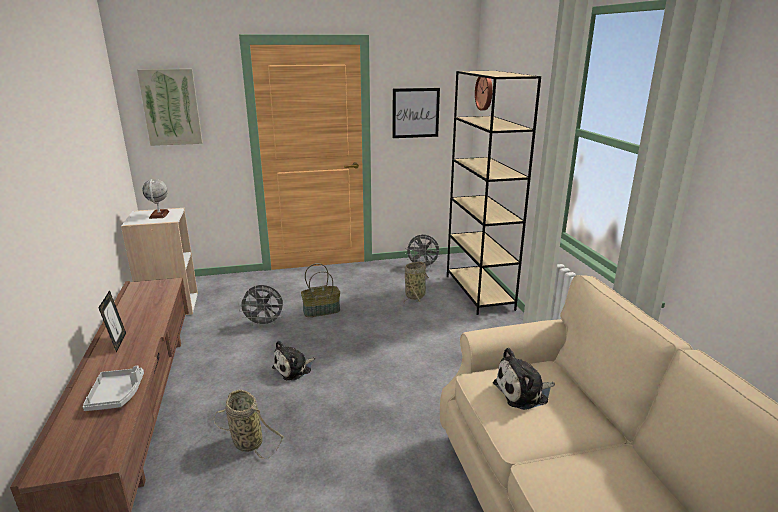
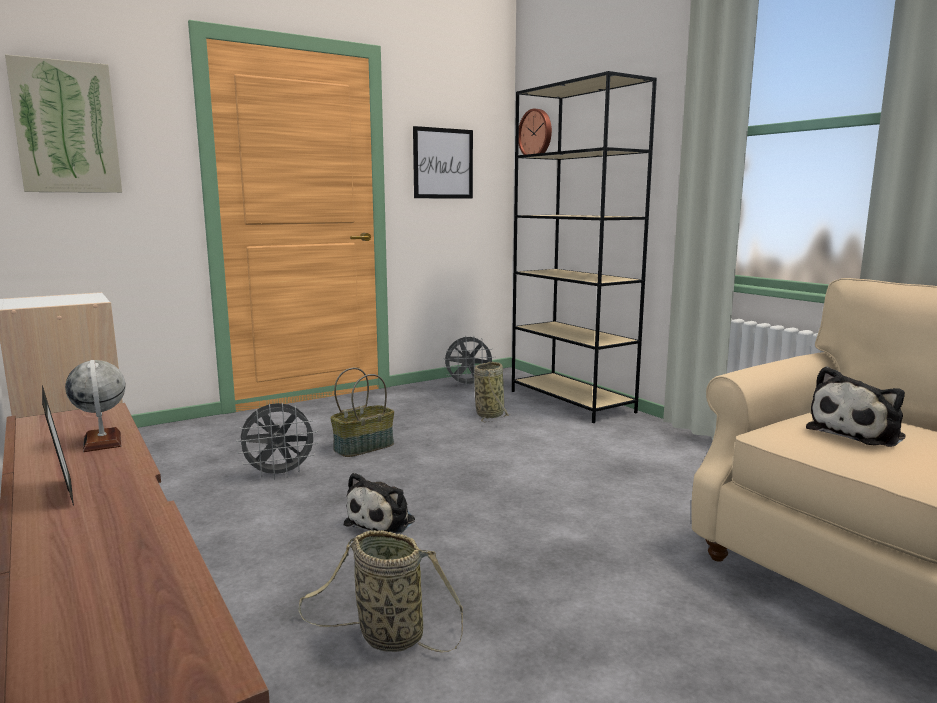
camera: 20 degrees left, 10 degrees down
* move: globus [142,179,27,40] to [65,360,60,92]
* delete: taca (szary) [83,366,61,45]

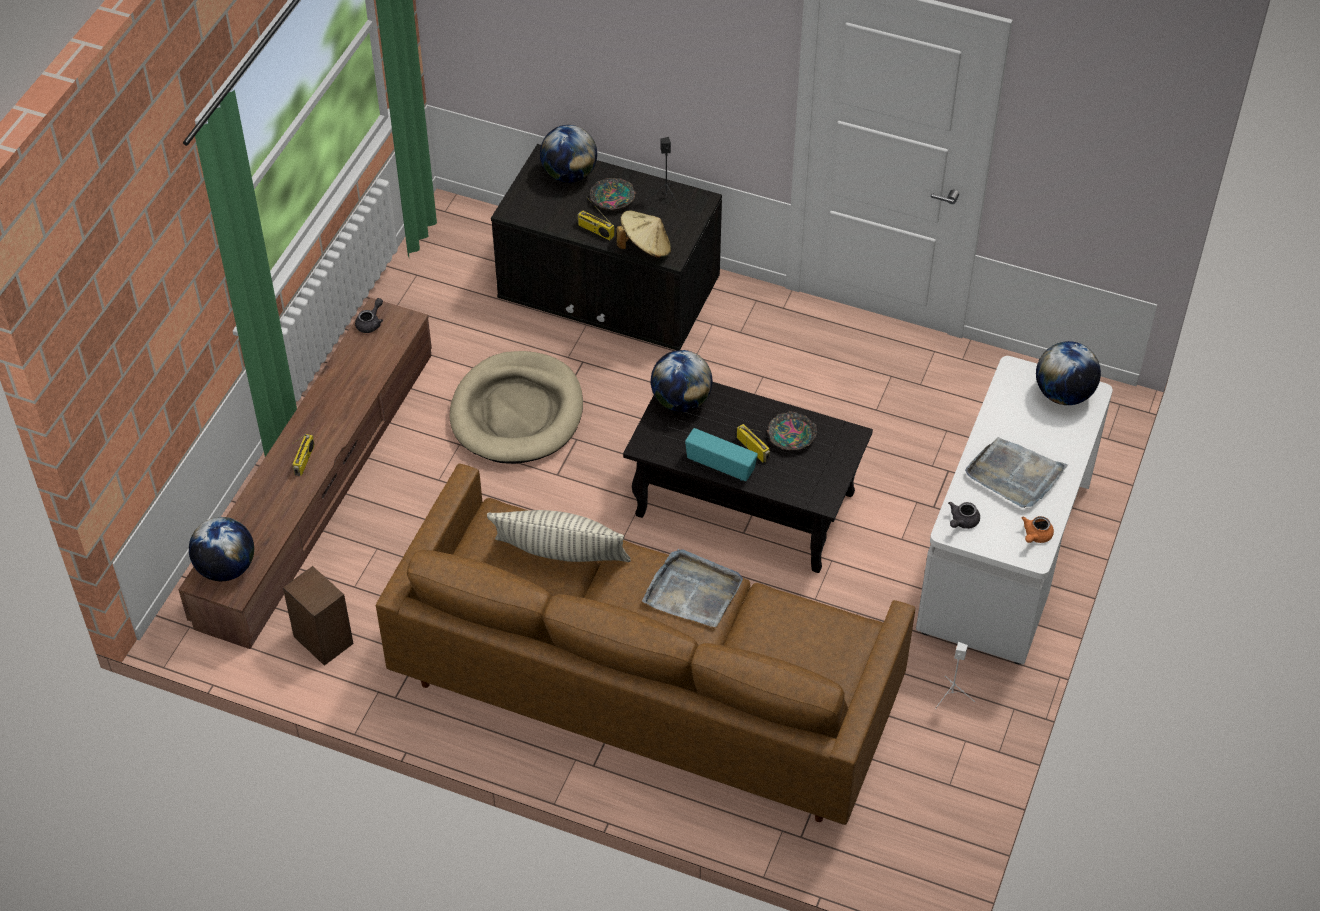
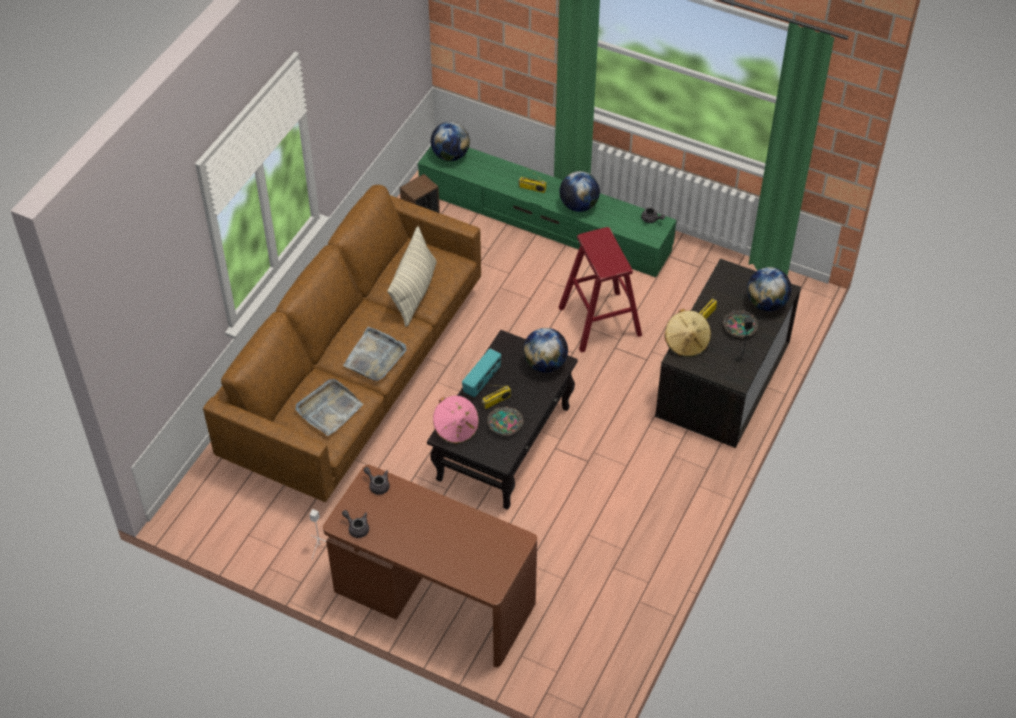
camera: 95 degrees right, 0 degrees up
* recolor: szafka pod telewizor (brązowy) [179,298,253,351] to szafka pod telewizor (zielony) [418,147,258,130]
* move: globus [1036,341,65,64] to [560,171,40,41]
* replace: legowisko (beżowy) [449,351,134,113] to stołek (czerwony) [559,227,83,125]
* recolor: biurko (biały) [916,356,197,309] to biurko (brązowy) [323,465,214,202]
* move: taca (szary) [965,437,103,71] to [296,379,67,57]
* recolor: imbryk (pomarańczowy) [1022,516,32,27] to imbryk (szary) [342,510,27,28]
* insert: kapelusz (różowy) [433,395,46,49]

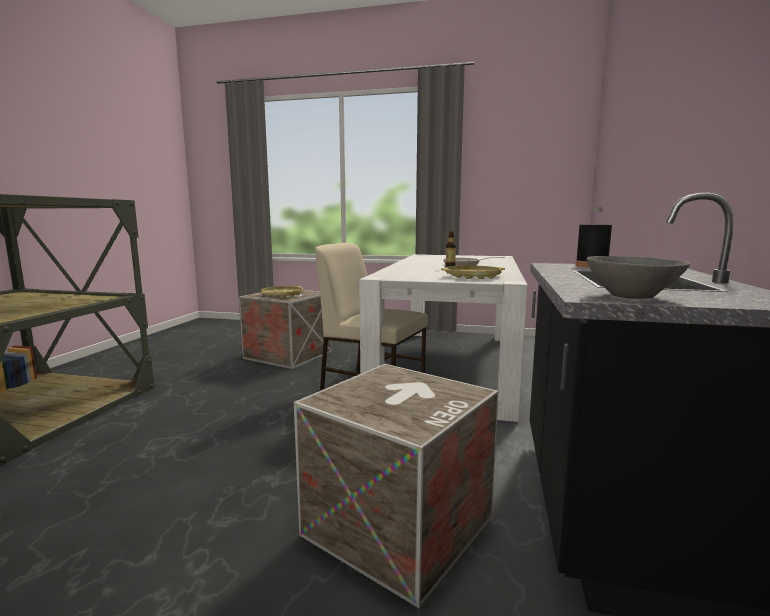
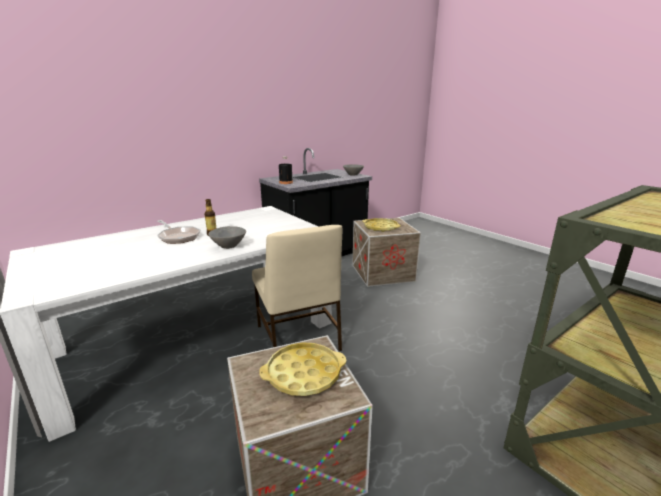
camera: 140 degrees left, 10 degrees up
* move: taca (żółty) [441,265,64,14] to [363,218,38,14]
* insert: miska (szary) [208,226,38,23]

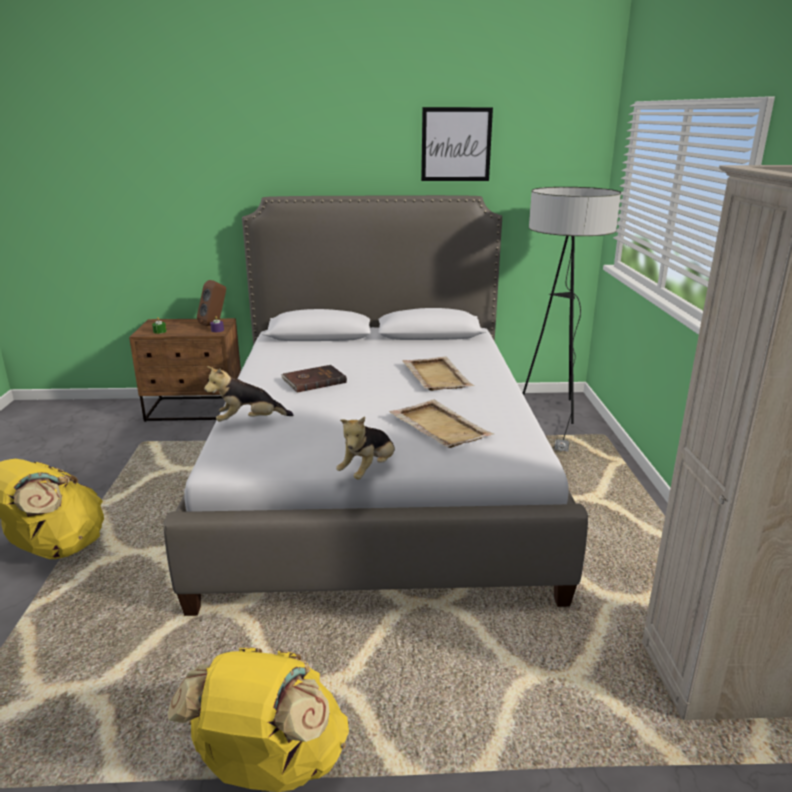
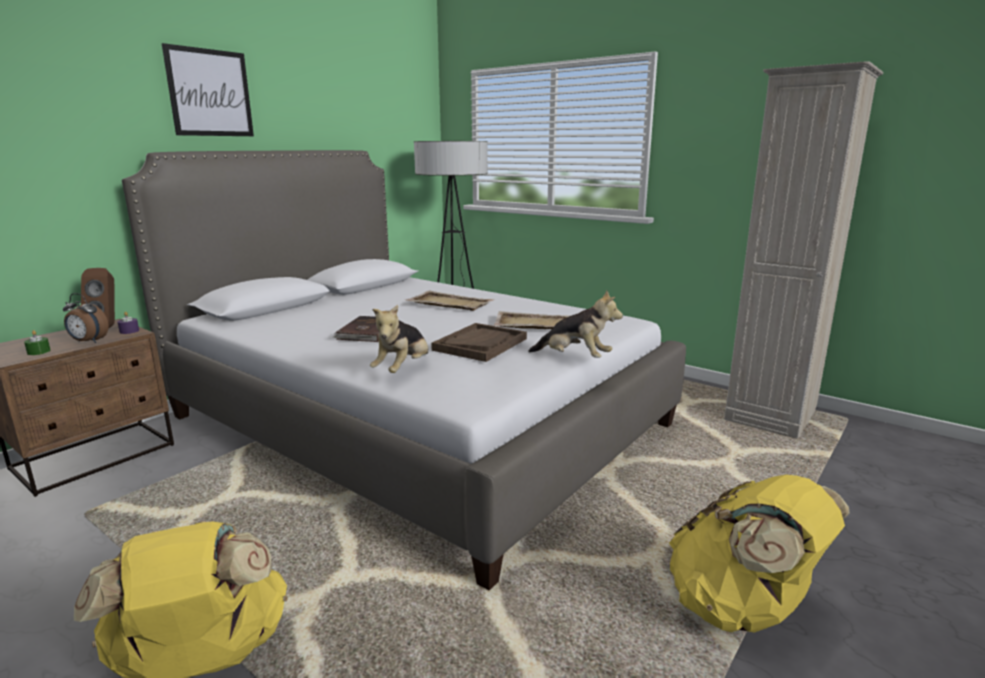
camera: 50 degrees left, 5 degrees down
* move: obraz [421,107,72,74] to [162,43,92,93]
* rotate: pluszak [336,416,59,63] = [528,290,95,68] 45 degrees counterclockwise
* insert: budzik [63,293,46,50]
* insert: taca (brązowy) [431,323,96,39]

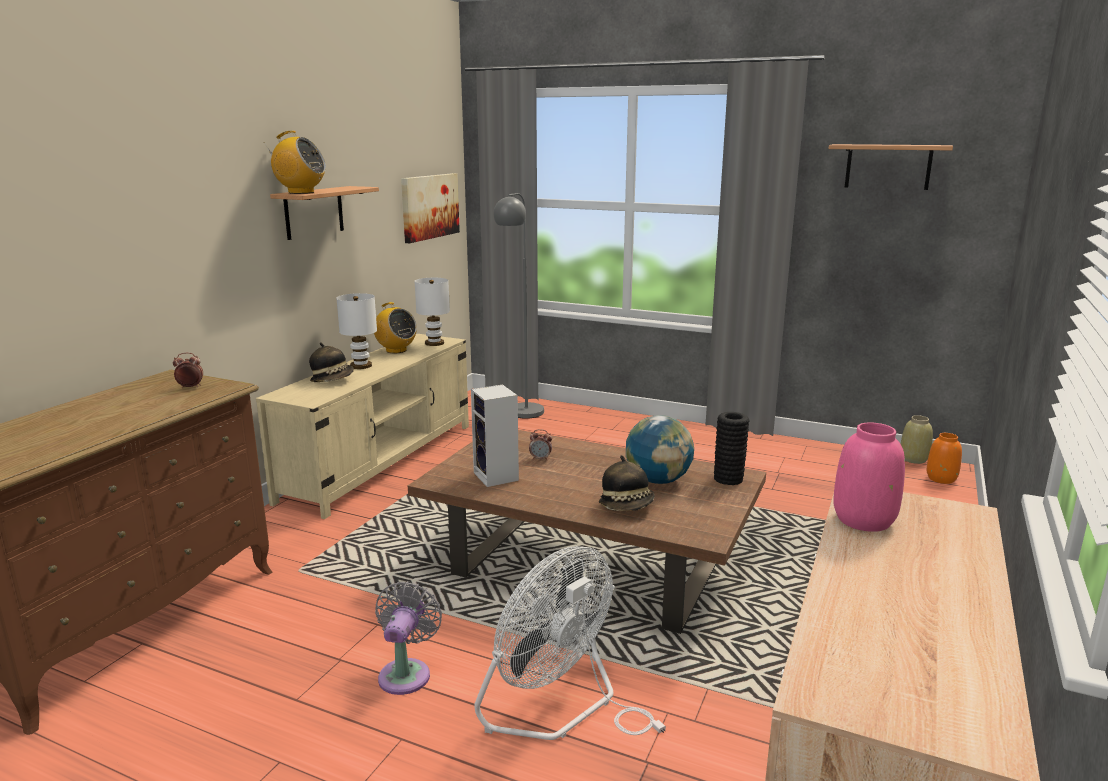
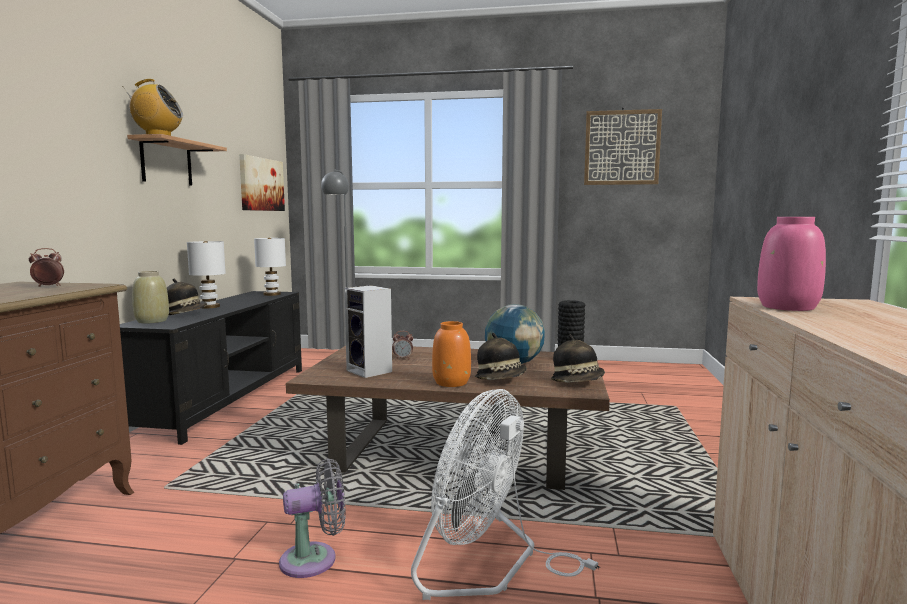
camera: 15 degrees left, 10 degrees down
* replace: półka [829,144,124,46] to obraz [584,108,78,77]
* delete: radio [374,302,43,51]
* recolor: szafka pod telewizor (beżowy) [256,334,213,185] to szafka pod telewizor (czarny) [120,291,182,154]
* move: wazon (beżowy) [901,415,32,49] to [132,271,37,52]
* move: wazon (pomarańczowy) [927,433,35,51] to [432,321,39,66]
* rotate: wentylator (szary) [375,581,67,114] = [279,458,67,120] 75 degrees clockwise
* insert: kapelusz [551,335,54,47]

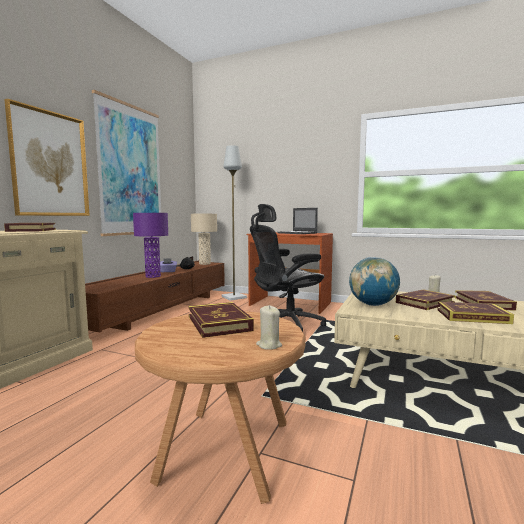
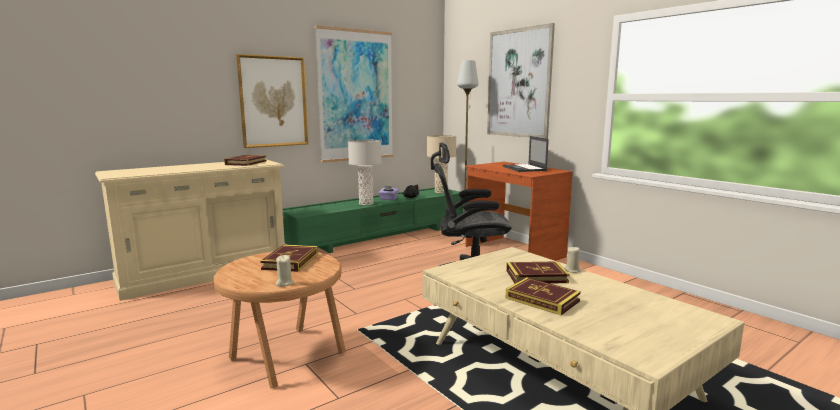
camera: 30 degrees right, 5 degrees up
* recolor: lampa stołowa (fioletowy) [133,213,35,65] to lampa stołowa (biały) [348,139,34,66]
* delete: globus [349,257,51,49]
* recolor: szafka pod telewizor (brązowy) [85,261,140,71] to szafka pod telewizor (zielony) [282,187,182,66]
* delete: książka [455,290,62,20]
* insert: obraz [487,23,68,116]

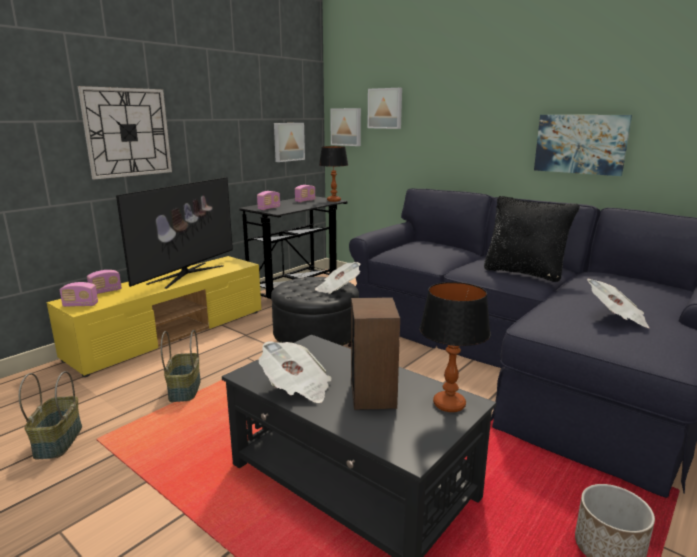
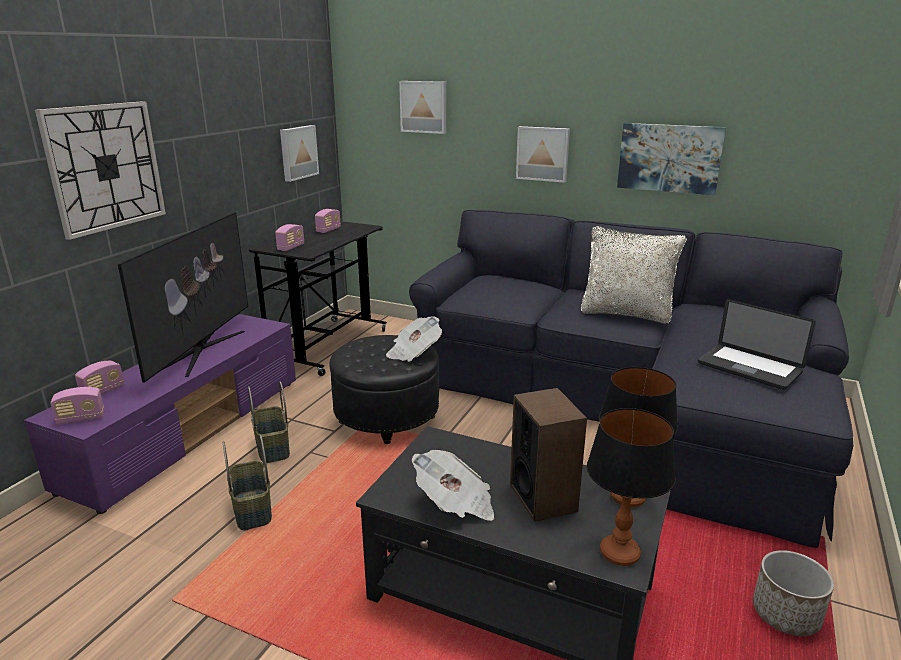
camera: 15 degrees left, 5 degrees up
* move: obraz [330,108,31,38] to [516,126,54,57]
* move: lampa stołowa [319,146,29,56] to [586,408,90,158]
* recolor: poduszka (czarny) [484,196,96,86] to poduszka (beżowy) [581,226,106,98]
* recolor: szafka pod telewizor (żółty) [47,256,214,121] to szafka pod telewizor (fioletowy) [24,314,272,200]
* replace: gazeta [587,279,62,49] to laptop [698,299,118,91]
* move: koszyk [19,371,63,88] to [248,381,42,82]

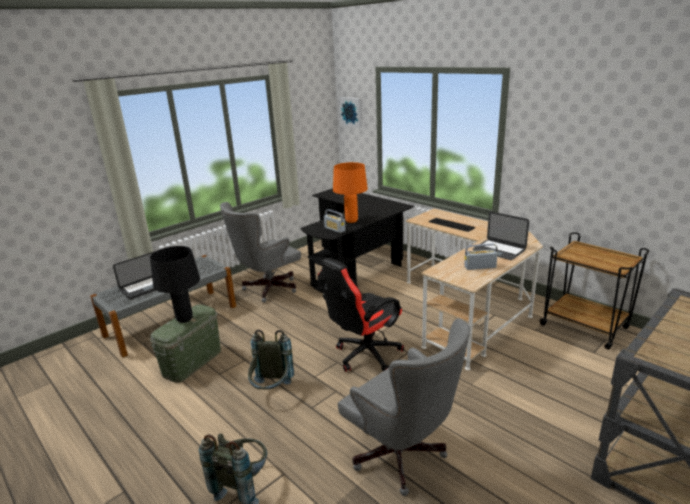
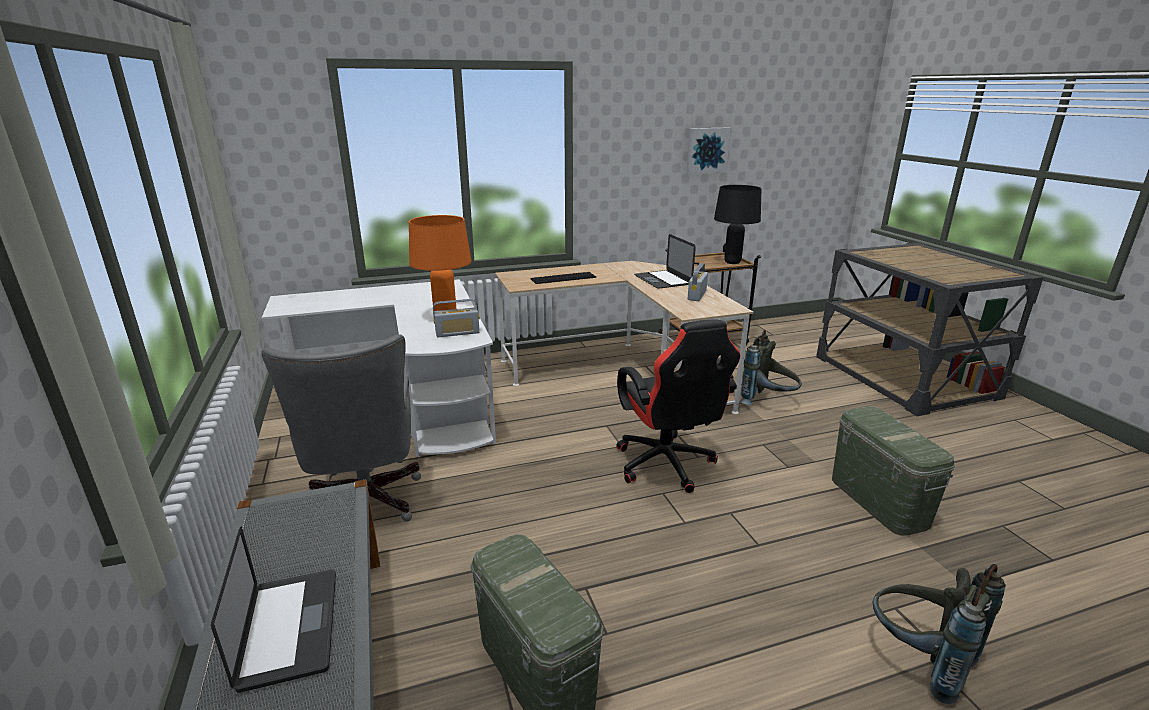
camera: 65 degrees left, 0 degrees up
* move: obraz [339,97,23,31] to [686,128,45,46]
* recolor: biurko (czarny) [301,188,113,105] to biurko (biały) [262,279,234,178]
* rotate: laptop [472,211,57,49] = [634,234,62,55] 90 degrees clockwise
* move: lampa stołowa (czarny) [150,246,50,77] to [714,185,47,79]
* replace: krzesło biurowe (szary) [338,318,132,178] to pojemnik do przechowywania (zielony) [832,406,123,130]
* move: plecak (szary) [248,329,46,61] to [739,330,63,75]

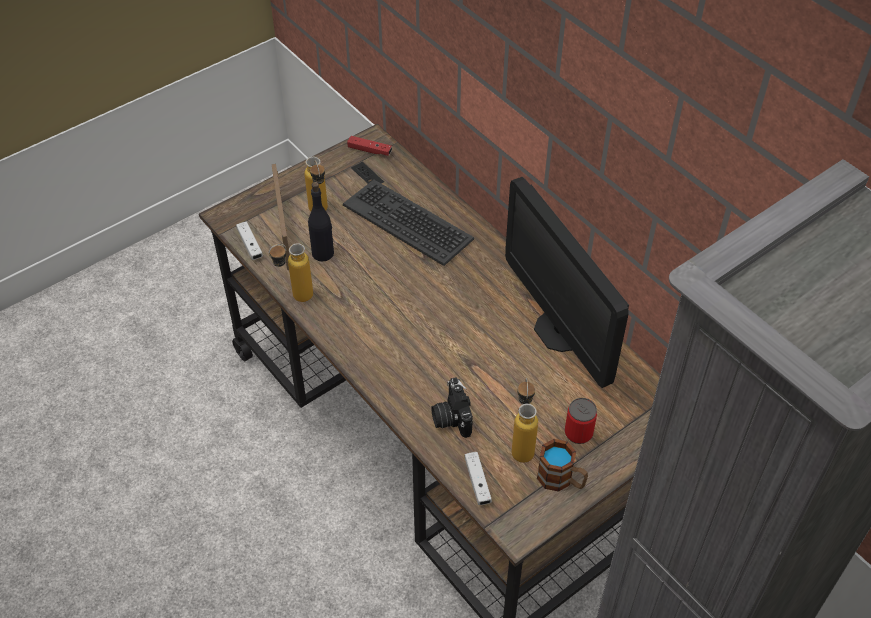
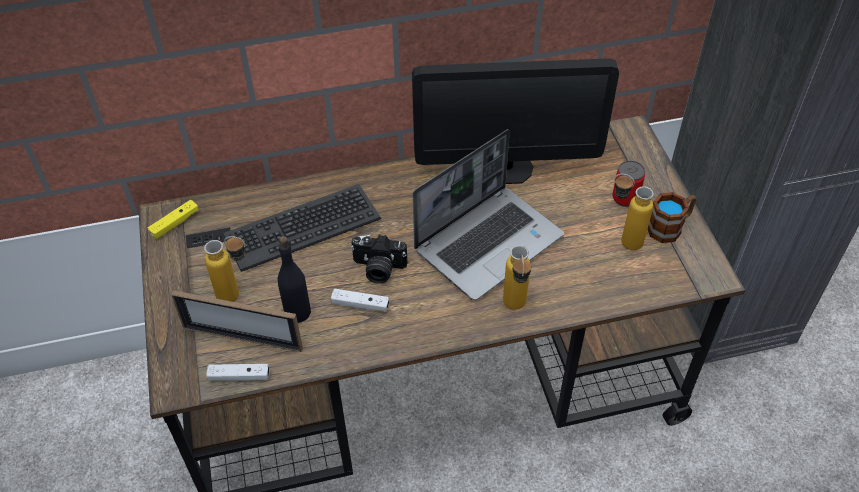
camera: 65 degrees left, 0 degrees up
* recolor: pad do gier (czerwony) [347,136,45,20] to pad do gier (żółty) [148,200,51,39]
* move: butelka [269,243,44,59] to [503,245,28,65]
* move: aparat fotograficzny [431,377,42,61] to [350,234,58,50]
* move: pad do gier (biały) [465,452,27,53] to [331,289,58,22]
* insert: laptop [412,129,152,171]

